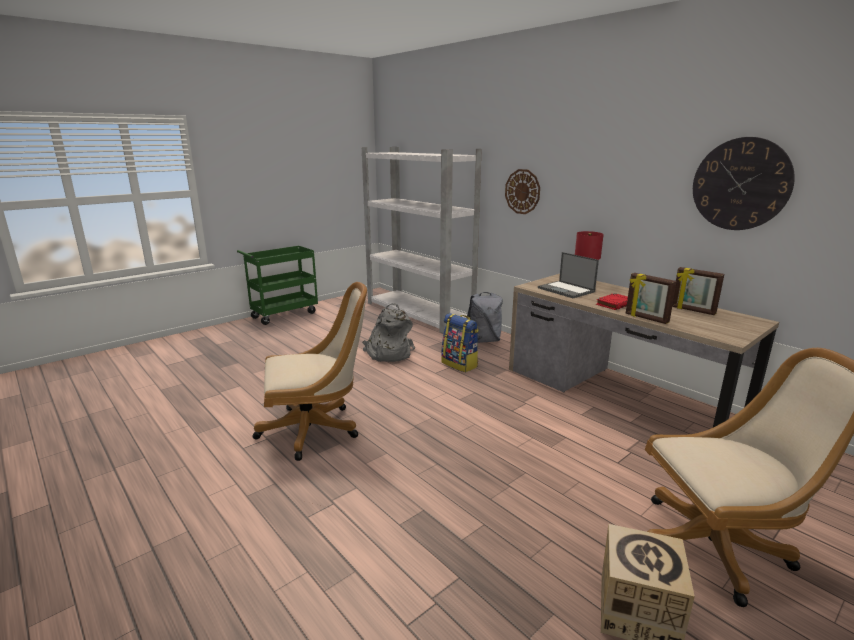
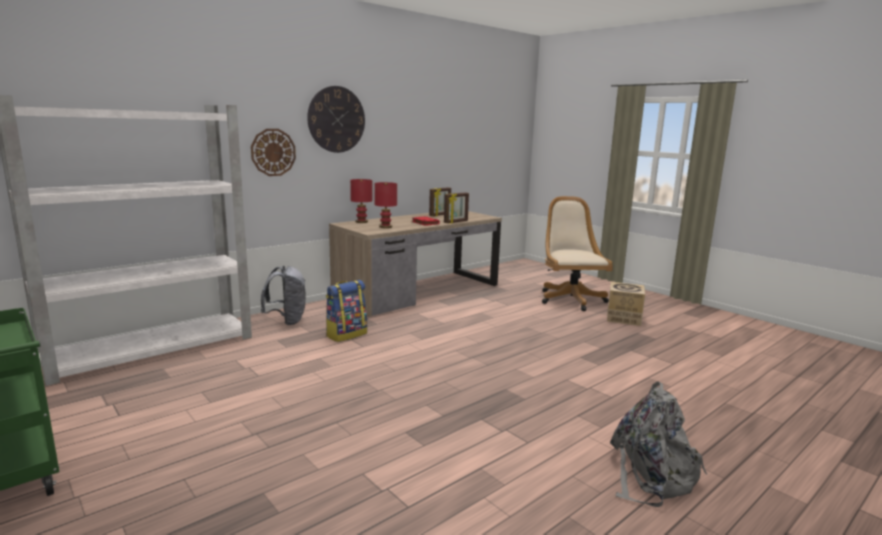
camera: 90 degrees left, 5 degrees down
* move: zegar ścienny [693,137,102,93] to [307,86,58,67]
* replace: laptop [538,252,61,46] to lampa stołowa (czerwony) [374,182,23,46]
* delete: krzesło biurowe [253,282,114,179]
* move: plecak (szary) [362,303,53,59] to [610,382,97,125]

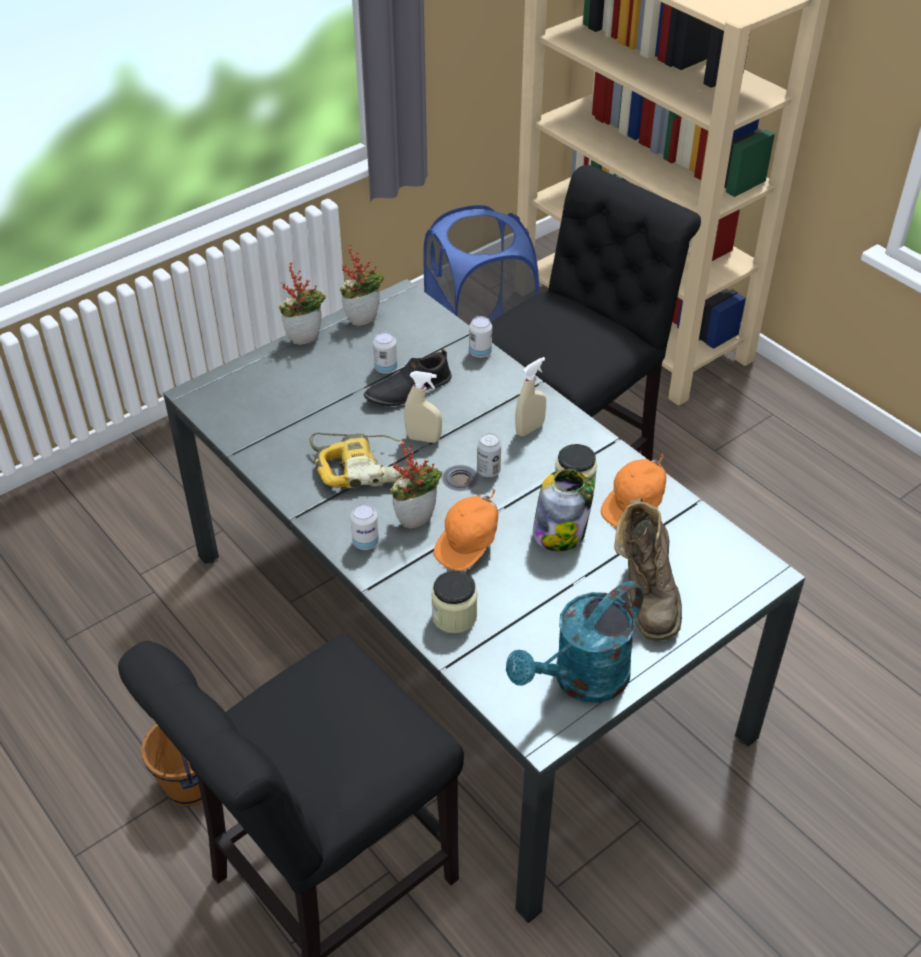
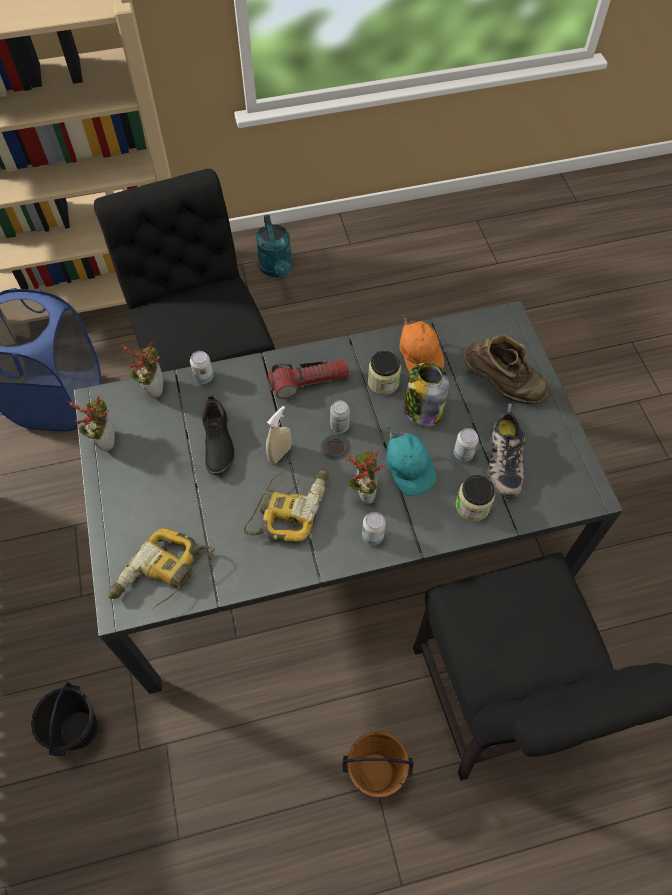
camera: 65 degrees left, 15 degrees up
* move: roślina doniczkowa [279,263,47,82] to [123,342,40,57]
* move: puszka [373,332,24,42] to [454,428,25,33]
* replace: spryskiwacz (beżowy) [515,357,31,79] to latarka [268,359,81,40]
* recolor: czapka z daszkiem (pomarańczowy) [434,488,64,83] to czapka z daszkiem (turkusowy) [386,426,50,70]
* move: konewka (turkusowy) [506,581,138,122] to [256,215,37,62]
* insert: but [487,403,38,95]
* insert: wiertarka [108,529,107,80]
* insert: wiadro (czarny) [31,682,67,74]

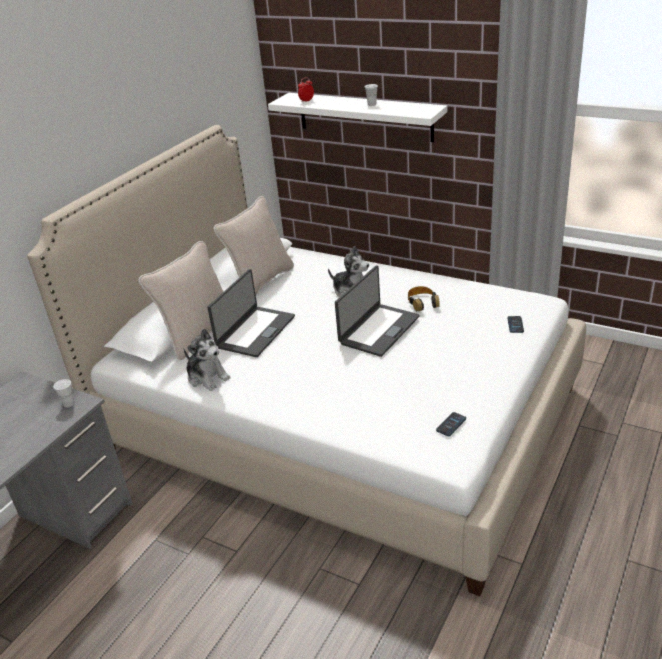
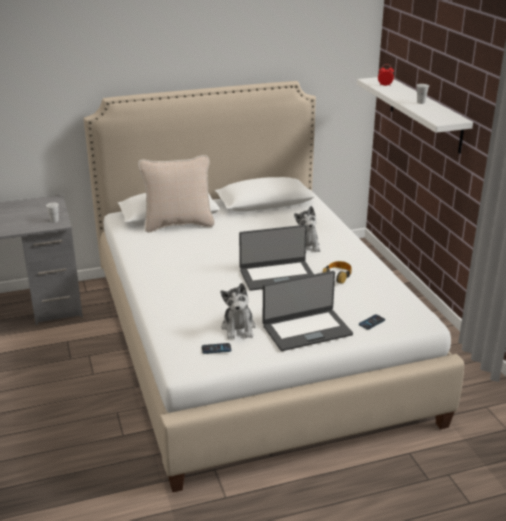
camera: 40 degrees right, 5 degrees down
* delete: poduszka (beżowy) [214,196,80,99]
* move: laptop [207,269,88,88] to [263,271,90,80]
* move: pluszak [184,329,47,62] to [220,283,36,56]

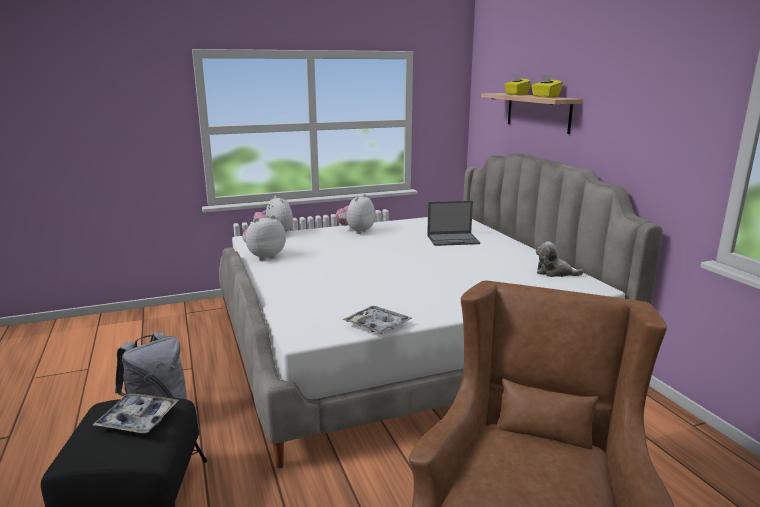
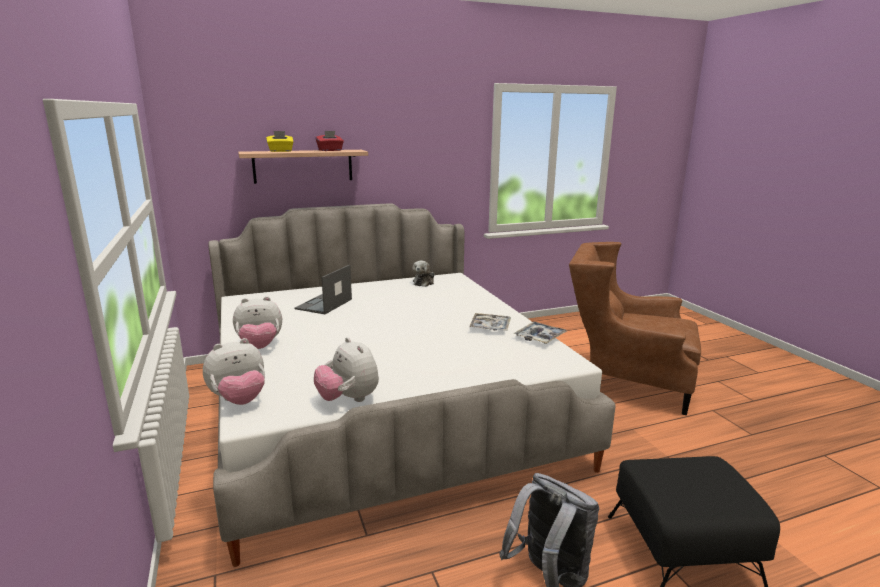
camera: 90 degrees left, 0 degrees up
* recolor: pudełko chusteczek (żółty) [531,75,32,22] to pudełko chusteczek (czerwony) [316,131,28,20]
* rotate: pluszak [336,194,39,40] = [233,296,49,53] 45 degrees counterclockwise
* rotate: laptop [427,201,53,45] = [294,265,58,49] 150 degrees counterclockwise
* move: taca [93,393,86,40] to [469,313,42,18]

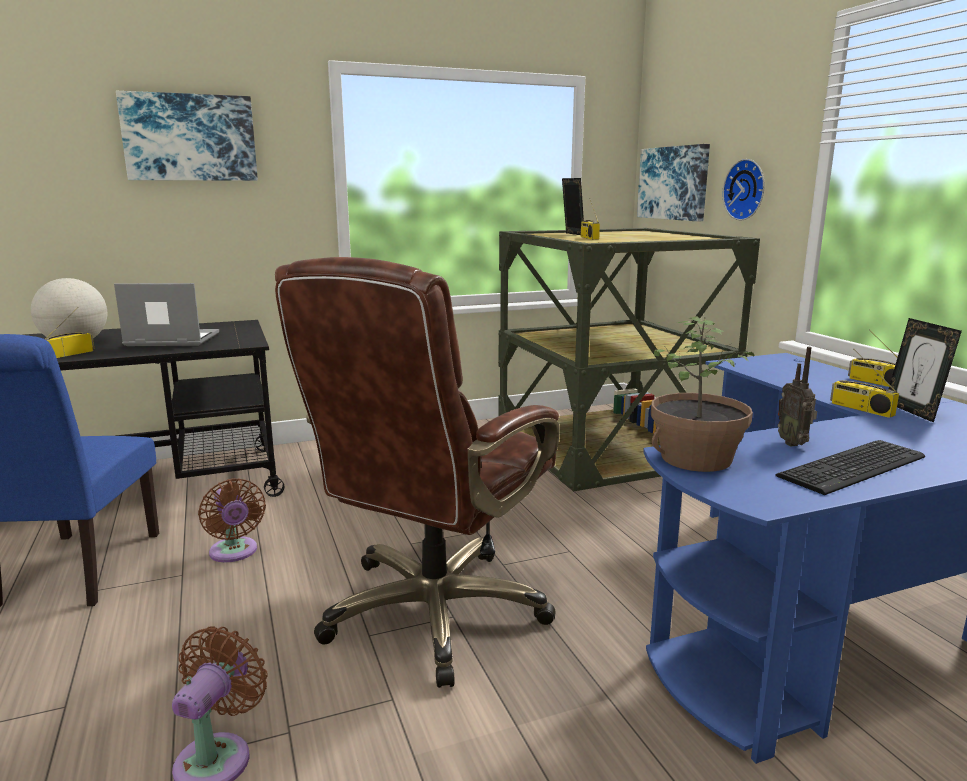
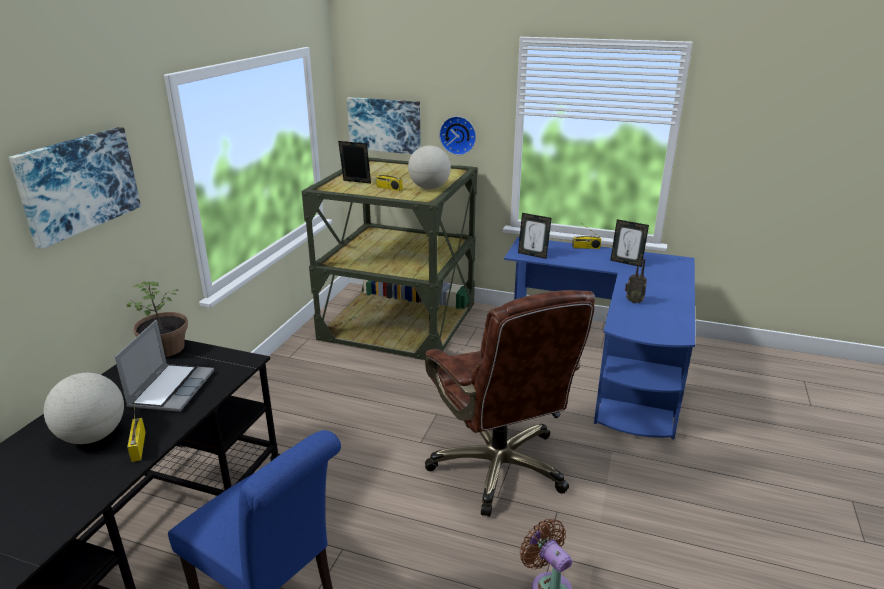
camera: 50 degrees left, 10 degrees up
* rotate: laptop [114,283,105,63] = [115,320,99,92] 150 degrees clockwise
* move: roślina doniczkowa [651,316,103,156] to [127,281,61,76]
* delete: radio [830,349,69,69]
* delete: klawiatura [776,440,149,55]
* delete: wentylator (brązowy) [198,478,68,84]
* insert: globus [408,145,43,44]
* insert: ramka na zdjęcie [518,213,33,46]

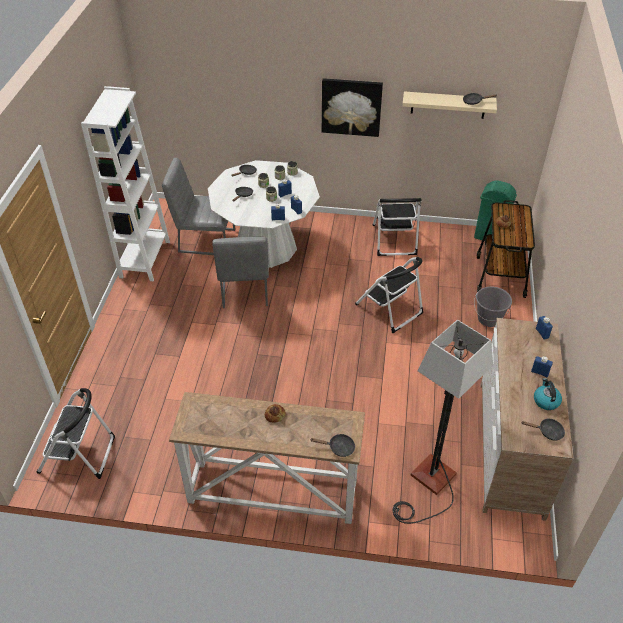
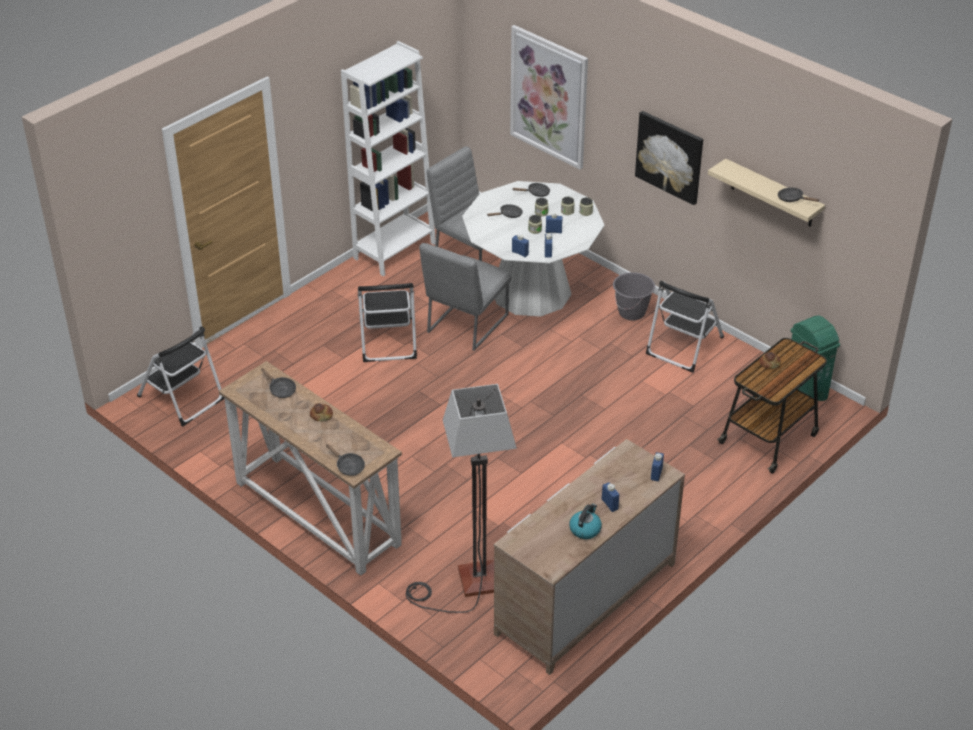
camera: 35 degrees right, 5 degrees down
* move: drabinka [355,257,68,76] to [358,283,59,79]
* move: wiadro (szary) [474,287,38,40] to [613,272,42,48]
* move: patelnia (czarny) [522,419,43,22] to [261,368,35,30]
* insert: obraz [510,25,78,145]

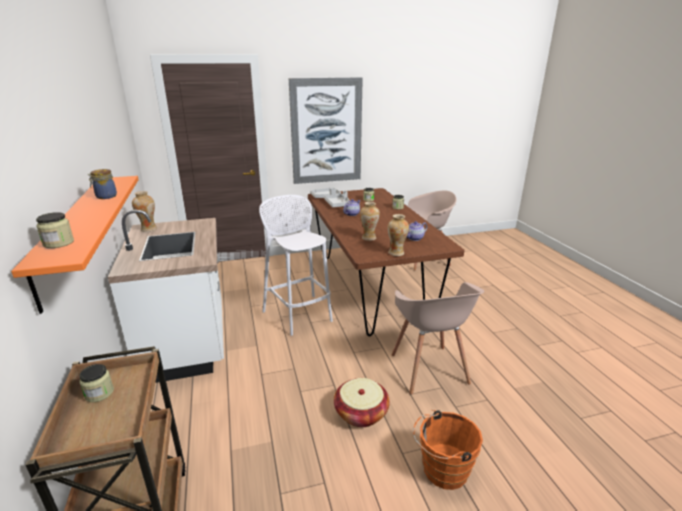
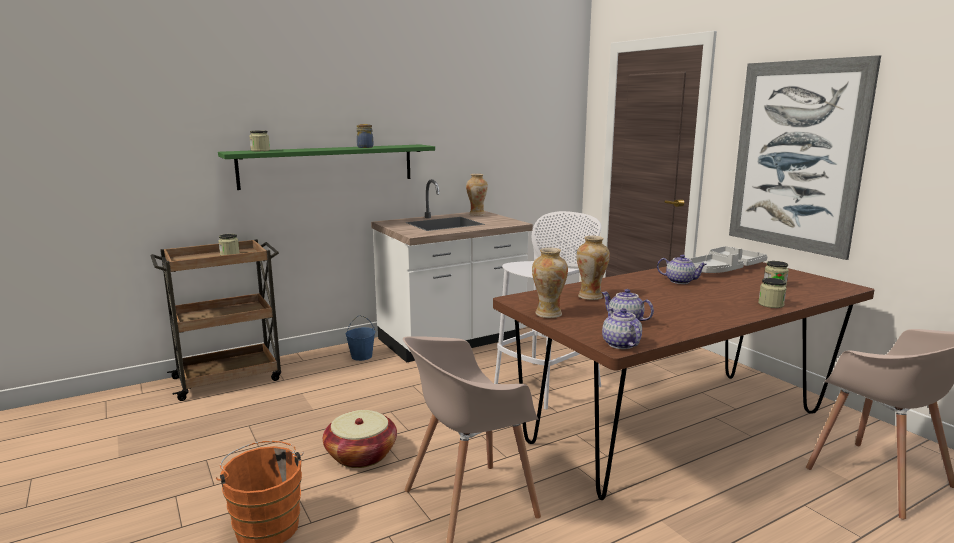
camera: 75 degrees right, 10 degrees down
* recolor: półka (pomarańczowy) [11,176,128,138] to półka (zielony) [218,144,217,46]
* insert: imbryk [602,308,40,41]
* insert: wiadro (niebieski) [346,315,29,46]

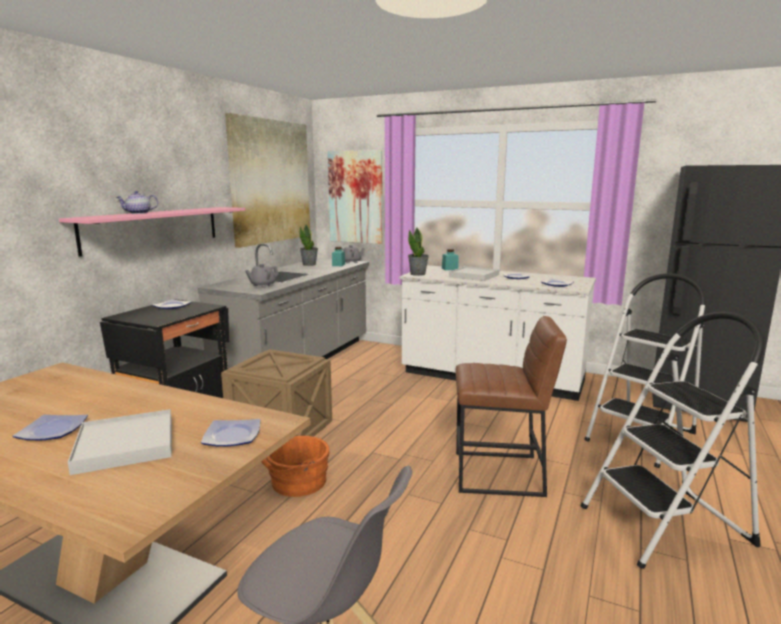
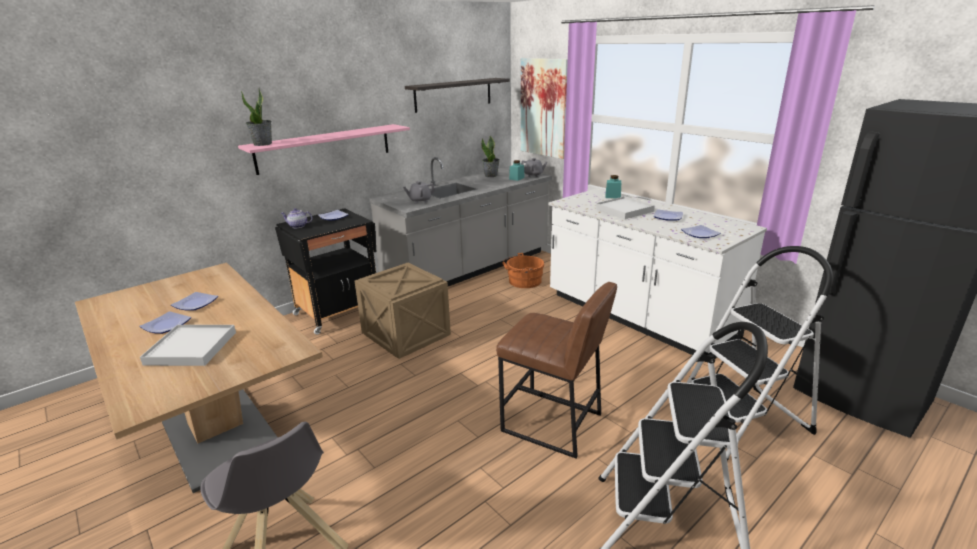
camera: 25 degrees right, 10 degrees up
* replace: obraz [225,113,85,135] to półka [405,78,105,35]
* move: imbryk [117,191,41,23] to [281,208,32,20]
* move: roślina doniczkowa [408,228,21,48] to [241,88,31,58]
* move: talerz [201,419,59,27] to [171,292,47,19]
* move: wiadro (pomarańczowy) [261,436,69,61] to [502,253,42,35]

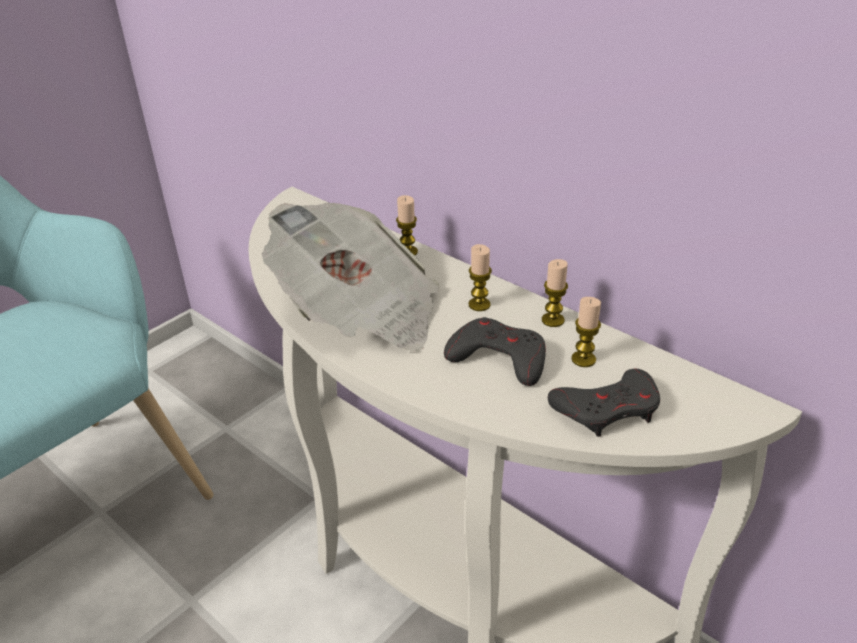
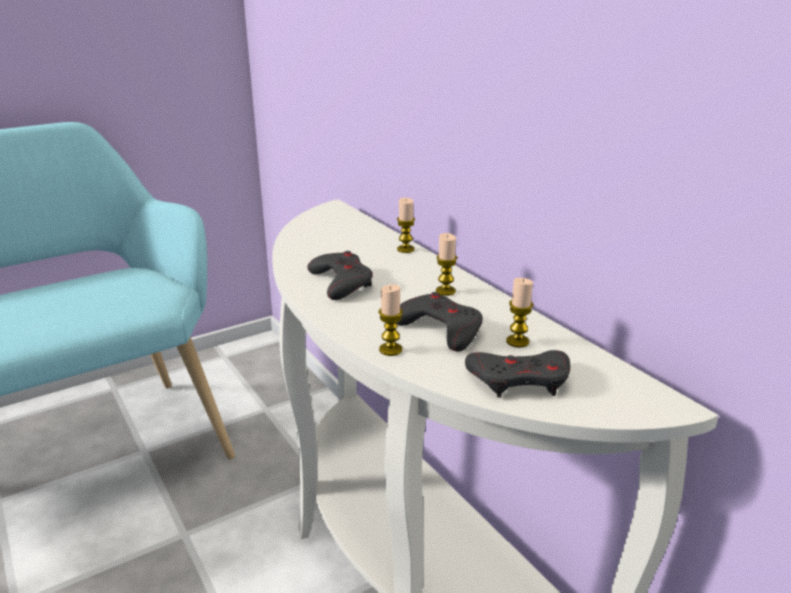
camera: 15 degrees right, 10 degrees down
* replace: gazeta [262,202,177,149] to pad do gier (szary) [307,251,66,49]
* move: świeca [542,259,26,68] to [379,285,24,71]

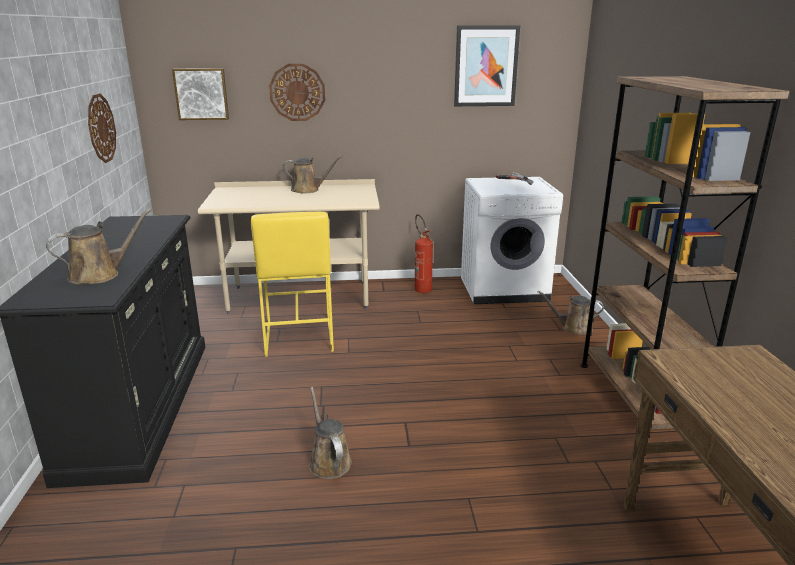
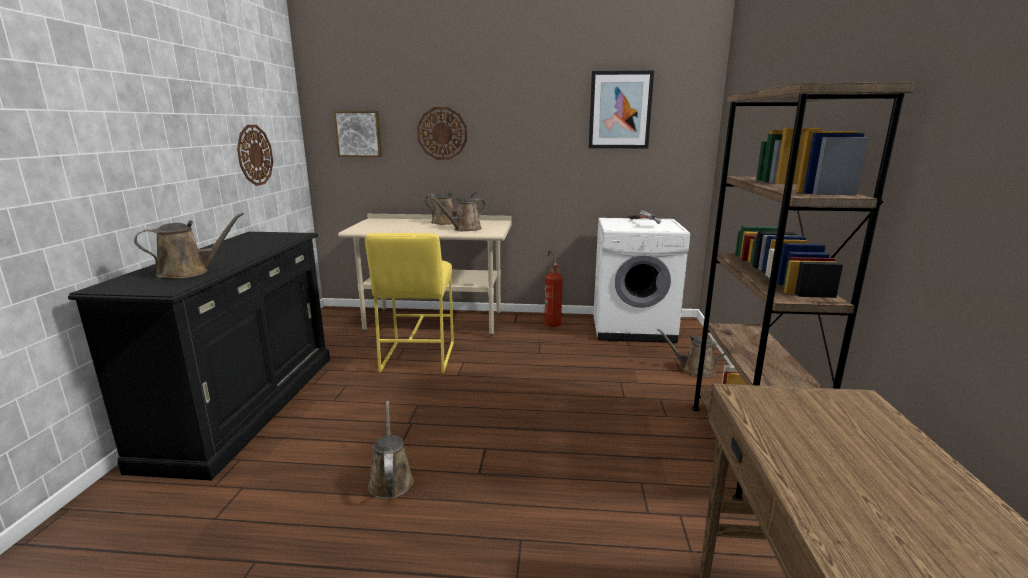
camera: 10 degrees right, 5 degrees down
* insert: konewka (brązowy) [430,197,56,34]

